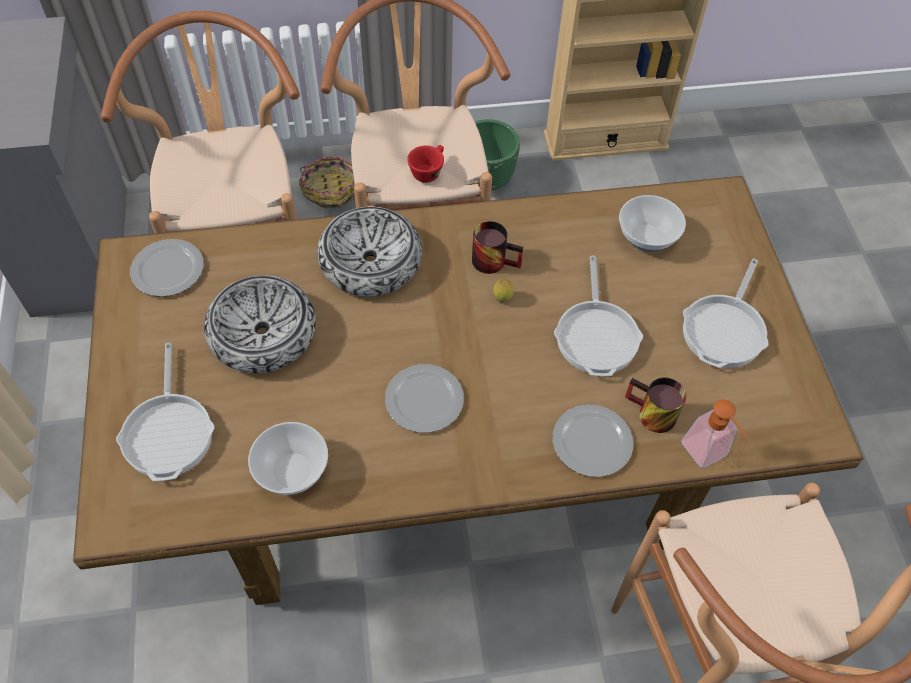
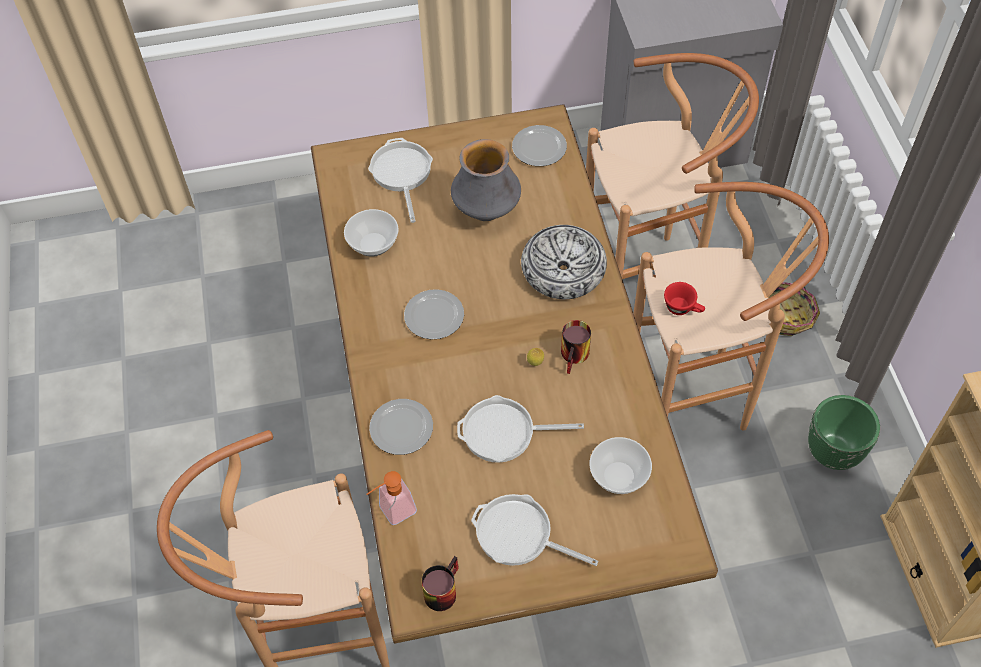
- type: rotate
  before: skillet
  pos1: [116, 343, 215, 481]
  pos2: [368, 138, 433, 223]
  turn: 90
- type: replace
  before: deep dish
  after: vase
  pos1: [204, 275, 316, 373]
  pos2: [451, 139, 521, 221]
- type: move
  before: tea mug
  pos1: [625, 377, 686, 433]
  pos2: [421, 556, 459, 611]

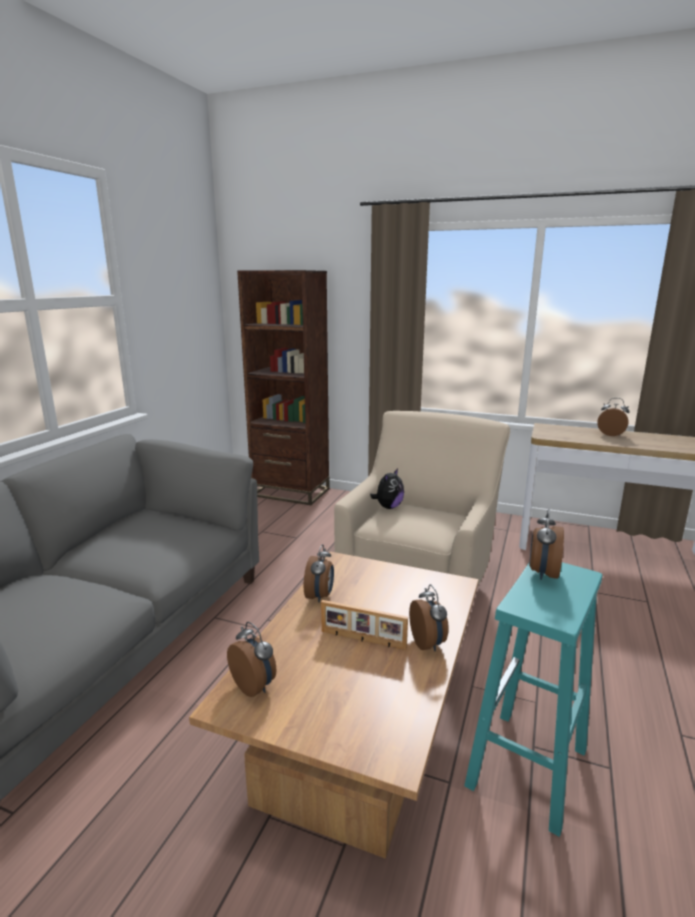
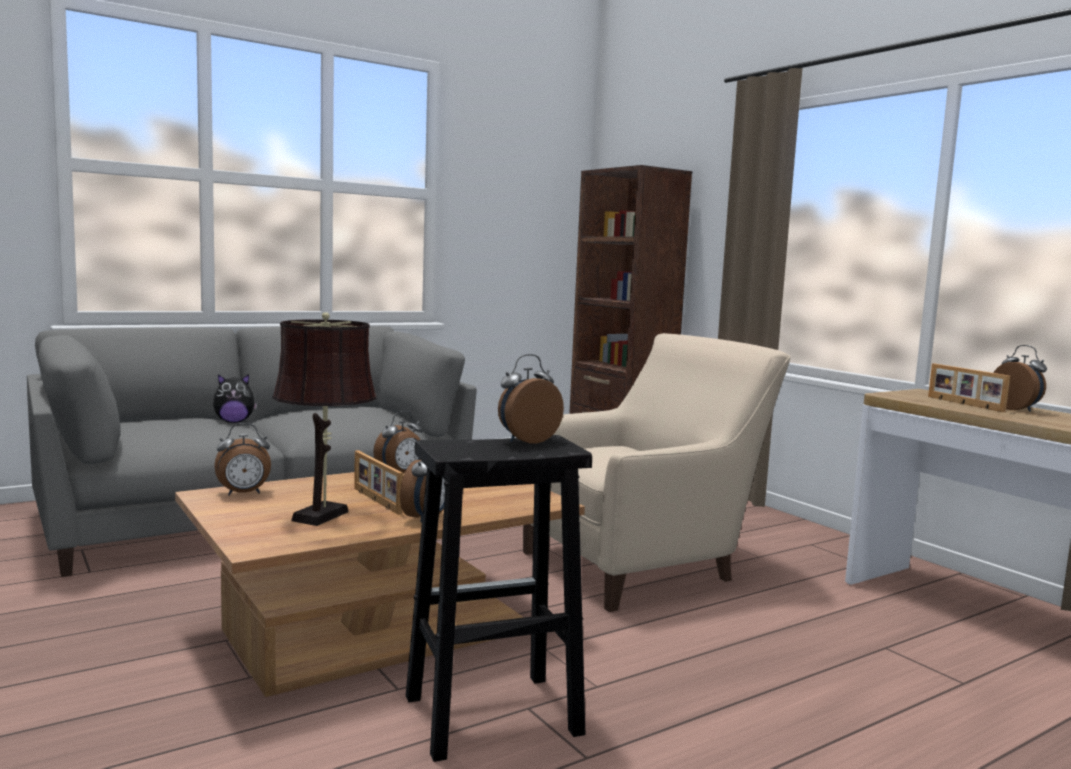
- type: rotate
  before: bedside clock
  pos1: [227, 622, 276, 697]
  pos2: [214, 423, 271, 496]
  turn: 75
- type: move
  before: soft toy
  pos1: [370, 468, 404, 509]
  pos2: [213, 374, 258, 423]
- type: recolor
  before: stool seat/turquoise-coloured
  after: stool seat/black-coloured
  pos1: [464, 562, 602, 837]
  pos2: [406, 435, 592, 762]
- type: insert
  after: lamp for a table/brownish
  pos2: [272, 312, 376, 526]
- type: insert
  after: standing frame
  pos2: [928, 363, 1010, 412]

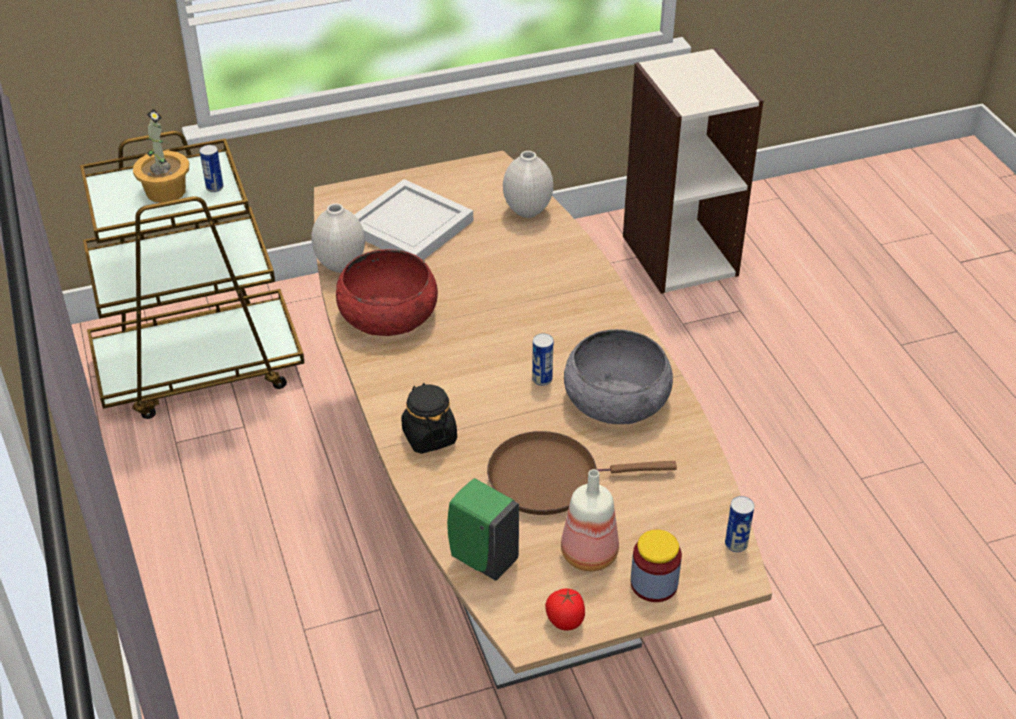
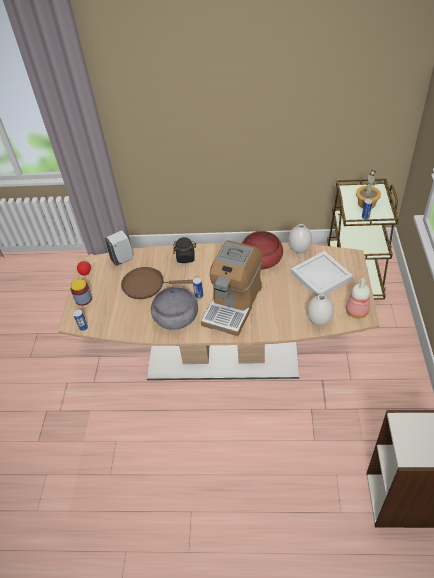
- type: recolor
  before: liquid soap bottle/green-coloured
  after: liquid soap bottle/white
  pos1: [447, 478, 519, 581]
  pos2: [104, 230, 133, 266]
- type: rotate
  before: skillet/brownish
  pos1: [487, 431, 677, 515]
  pos2: [121, 267, 193, 299]
  turn: -105
- type: move
  before: bottle
  pos1: [561, 469, 619, 571]
  pos2: [346, 278, 370, 319]
- type: insert
  after: coffee brewer
  pos2: [201, 240, 262, 336]

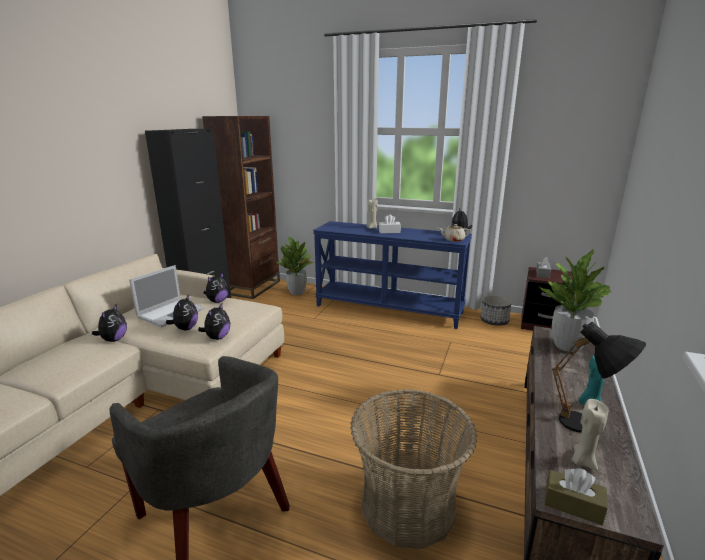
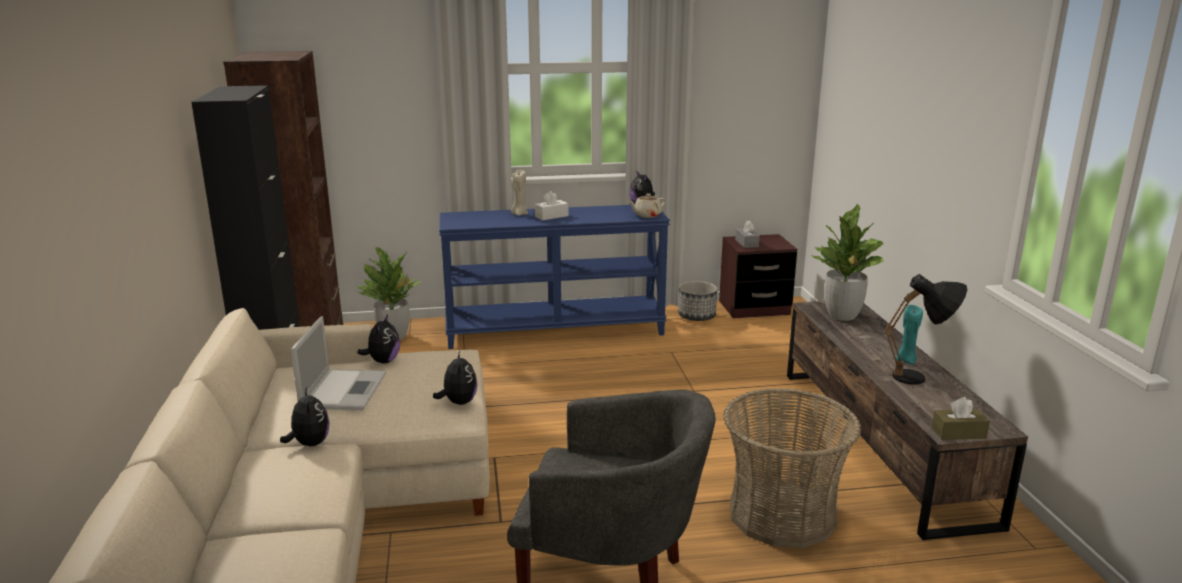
- type: delete
  before: soft toy
  pos1: [166, 294, 198, 330]
- type: delete
  before: wax light/beige
  pos1: [572, 399, 608, 471]

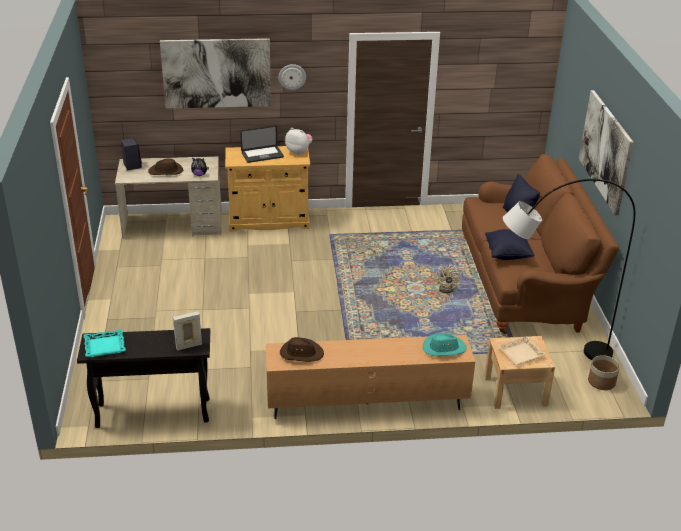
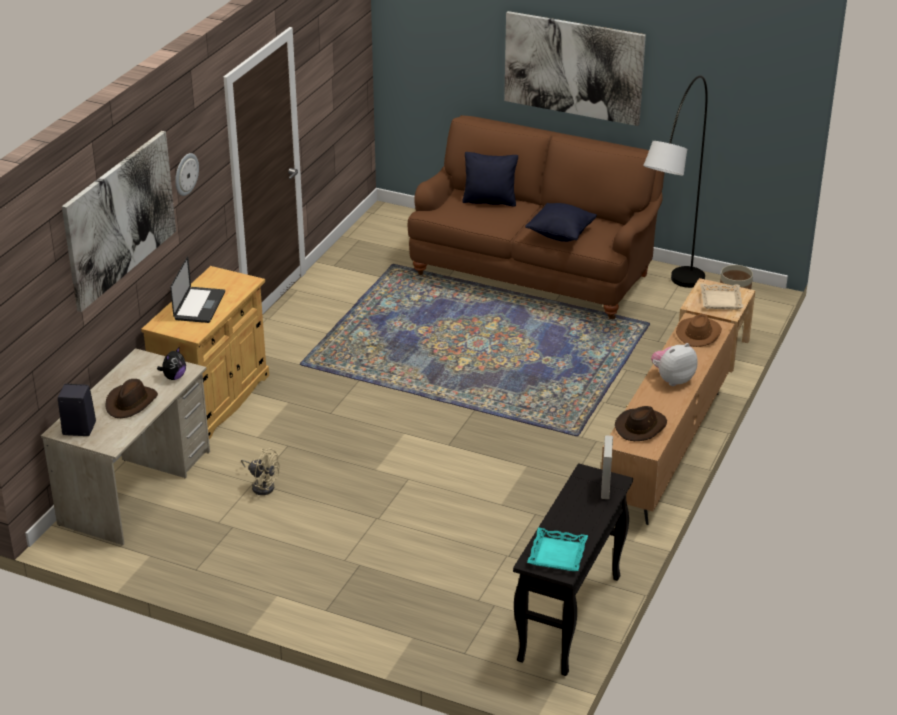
- type: move
  before: soft toy
  pos1: [285, 128, 313, 155]
  pos2: [651, 343, 697, 386]
- type: recolor
  before: hat/turquoise-coloured
  after: hat/brownish
  pos1: [423, 333, 467, 356]
  pos2: [676, 314, 722, 347]
- type: move
  before: fan/beige
  pos1: [435, 264, 462, 293]
  pos2: [241, 448, 280, 495]

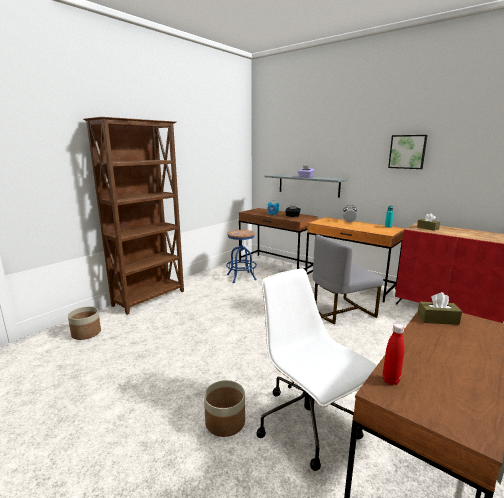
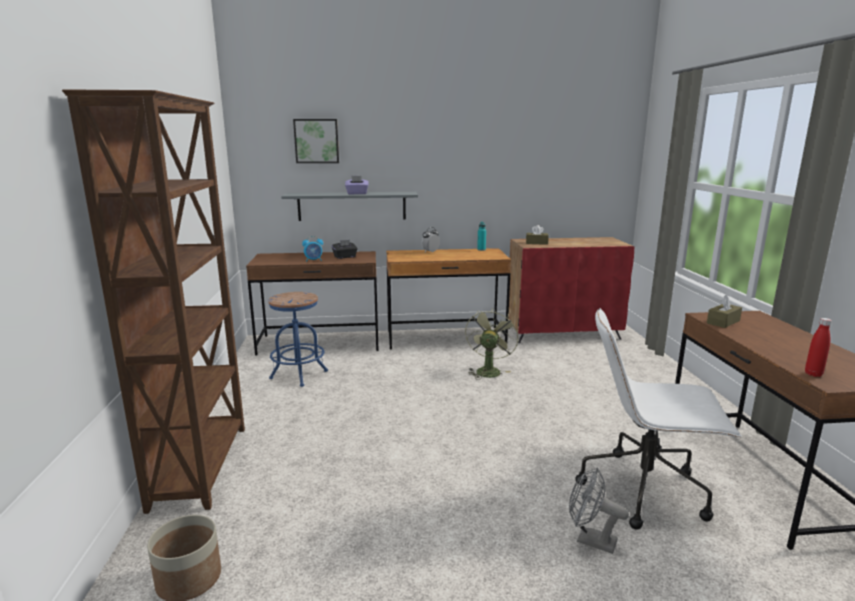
- type: replace
  before: plant pot
  after: fan/greyish
  pos1: [204, 380, 245, 437]
  pos2: [569, 467, 629, 554]
- type: replace
  before: upright chair/greyish
  after: fan/green-coloured
  pos1: [313, 234, 383, 324]
  pos2: [465, 308, 518, 380]
- type: move
  before: wall picture
  pos1: [388, 135, 427, 169]
  pos2: [293, 119, 339, 163]

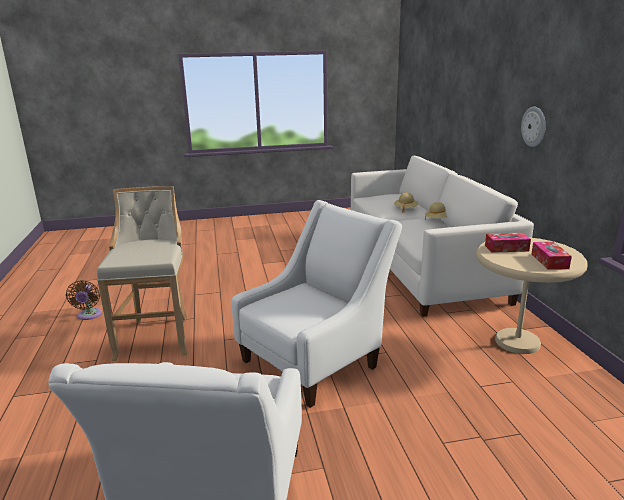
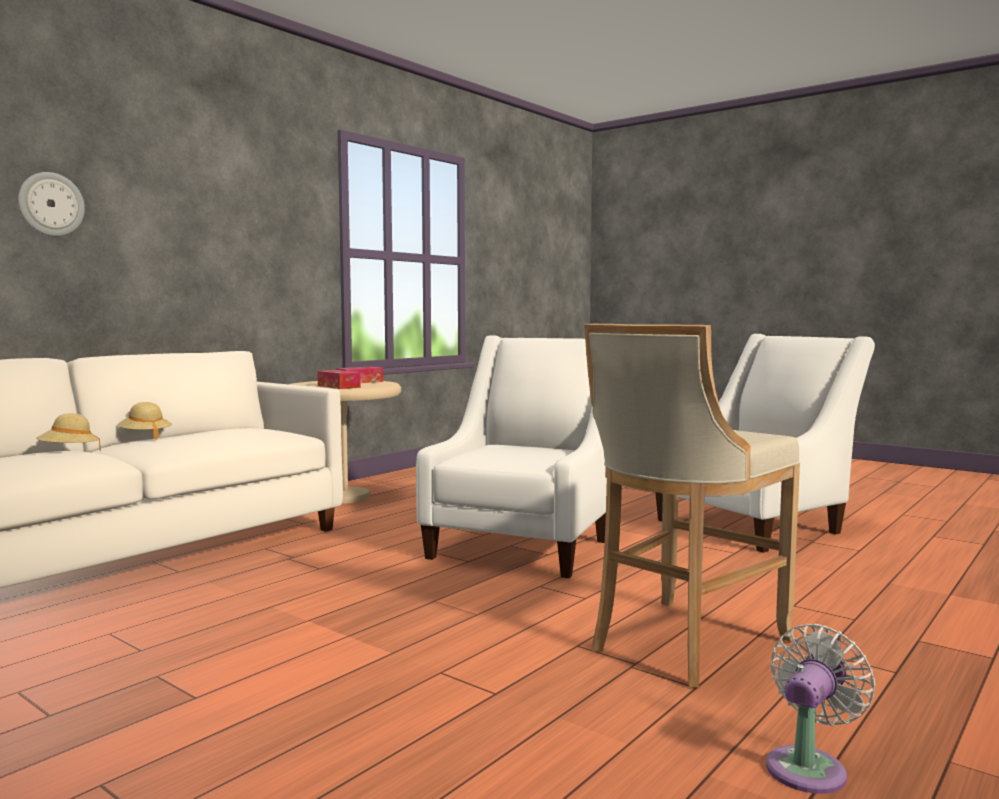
- type: recolor
  before: fan/brownish
  after: fan/white
  pos1: [66, 280, 102, 320]
  pos2: [766, 624, 875, 794]
- type: rotate
  before: armchair/white
  pos1: [232, 200, 402, 408]
  pos2: [416, 336, 607, 578]
  turn: 105
- type: move
  before: hanging clock
  pos1: [521, 107, 546, 147]
  pos2: [18, 172, 85, 236]

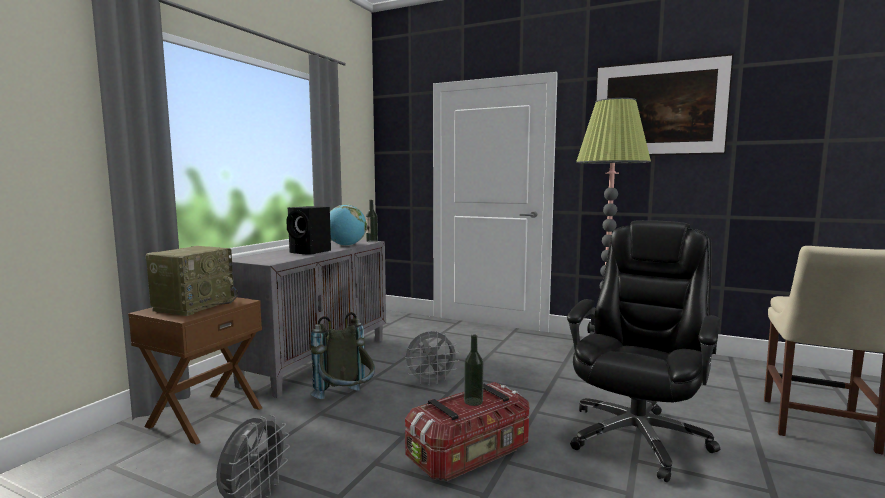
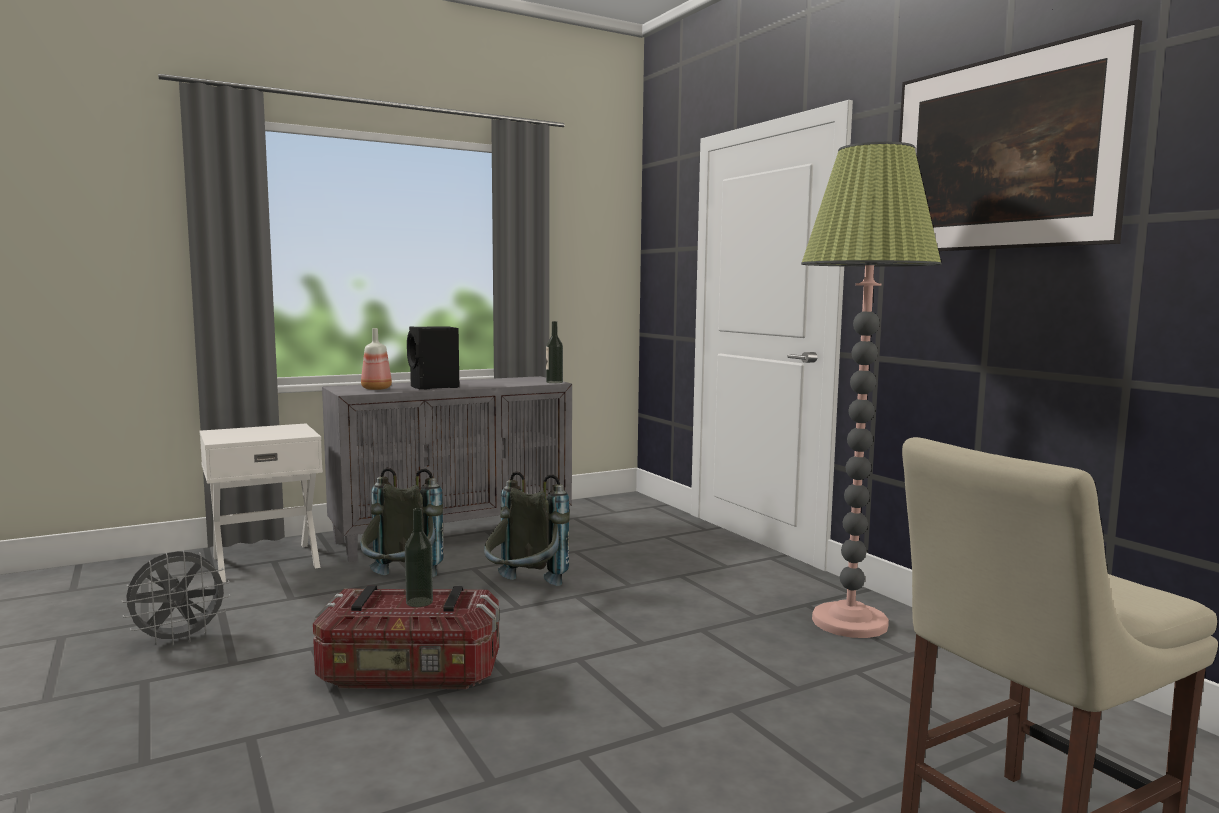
- type: recolor
  before: bedside table/brownish
  after: bedside table/white
  pos1: [128, 297, 262, 445]
  pos2: [200, 423, 323, 582]
- type: delete
  before: radio set
  pos1: [146, 246, 238, 316]
- type: delete
  before: world globe
  pos1: [330, 205, 367, 246]
- type: replace
  before: fan/greyish
  after: backpack/greyish
  pos1: [405, 331, 459, 386]
  pos2: [484, 471, 570, 586]
- type: delete
  before: computer chair/black-coloured
  pos1: [567, 220, 720, 482]
- type: insert
  after: bottle
  pos2: [361, 328, 392, 390]

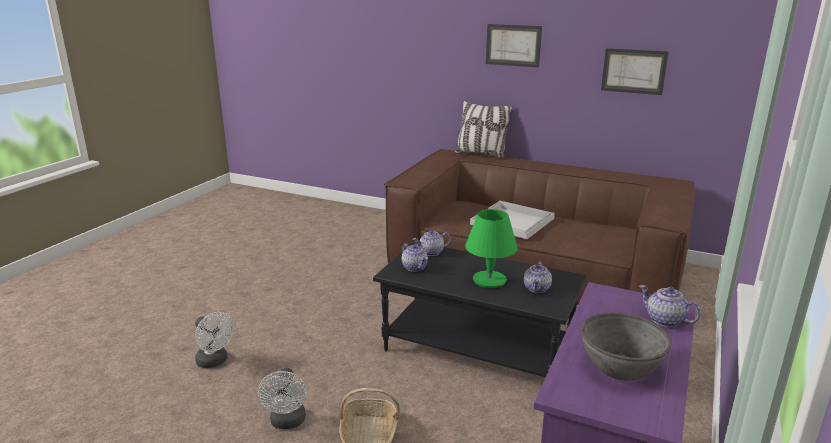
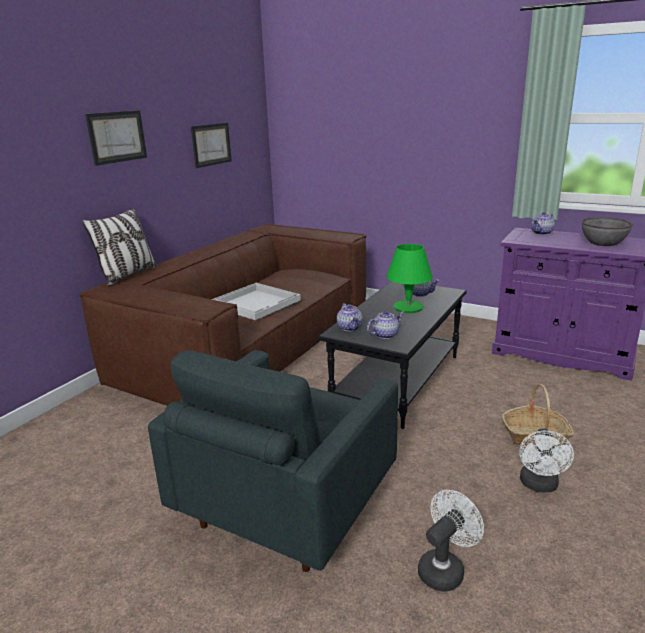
- type: rotate
  before: fan/white
  pos1: [258, 368, 307, 429]
  pos2: [519, 429, 574, 493]
  turn: 105
- type: insert
  after: armchair/greyish
  pos2: [148, 350, 398, 572]

